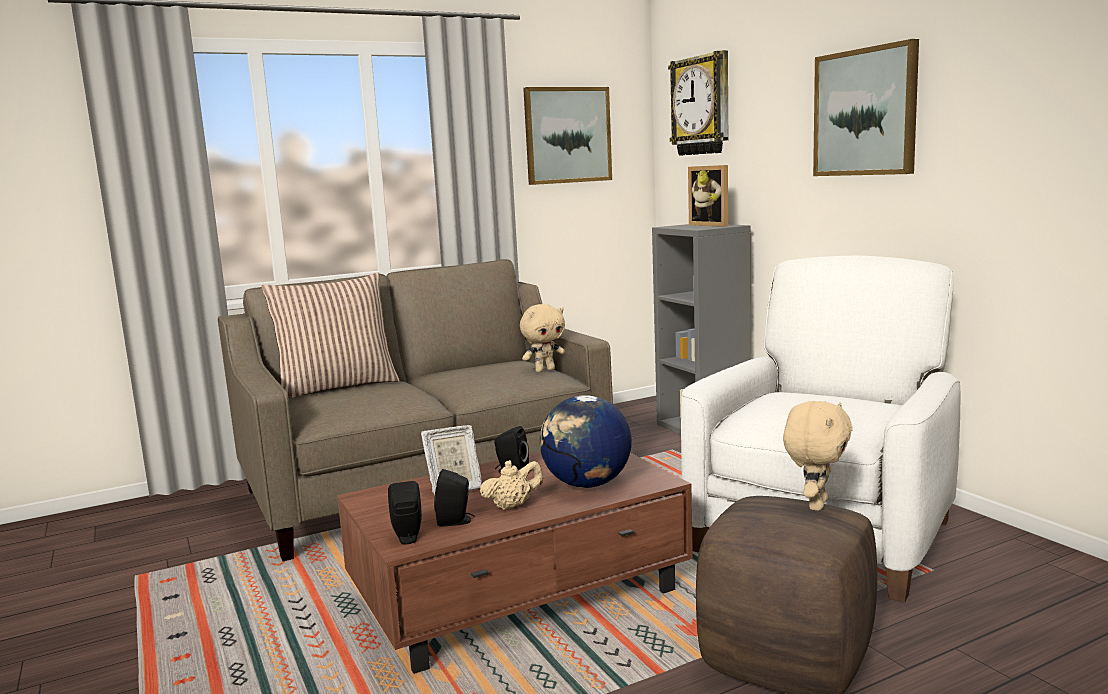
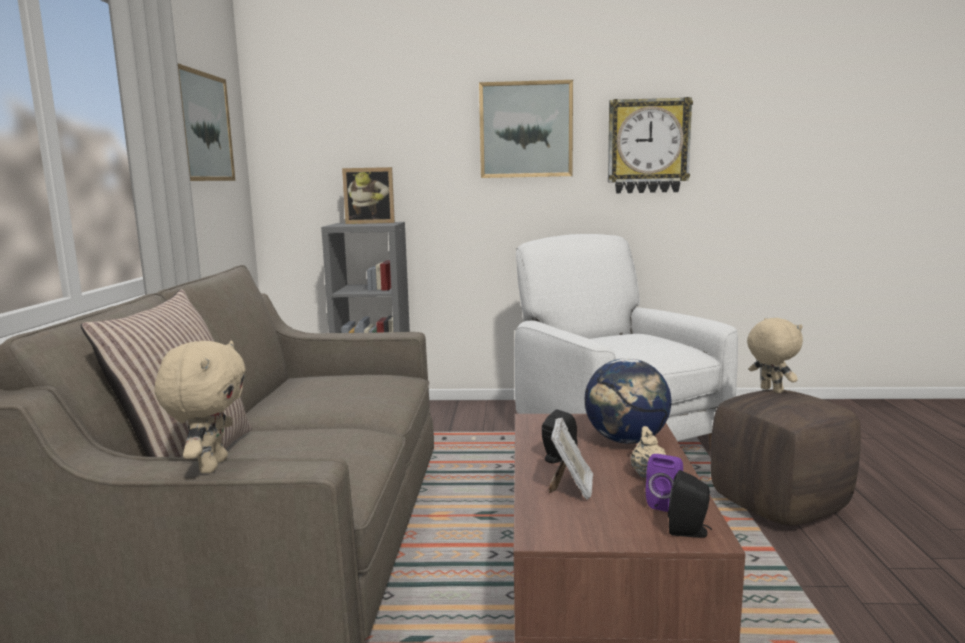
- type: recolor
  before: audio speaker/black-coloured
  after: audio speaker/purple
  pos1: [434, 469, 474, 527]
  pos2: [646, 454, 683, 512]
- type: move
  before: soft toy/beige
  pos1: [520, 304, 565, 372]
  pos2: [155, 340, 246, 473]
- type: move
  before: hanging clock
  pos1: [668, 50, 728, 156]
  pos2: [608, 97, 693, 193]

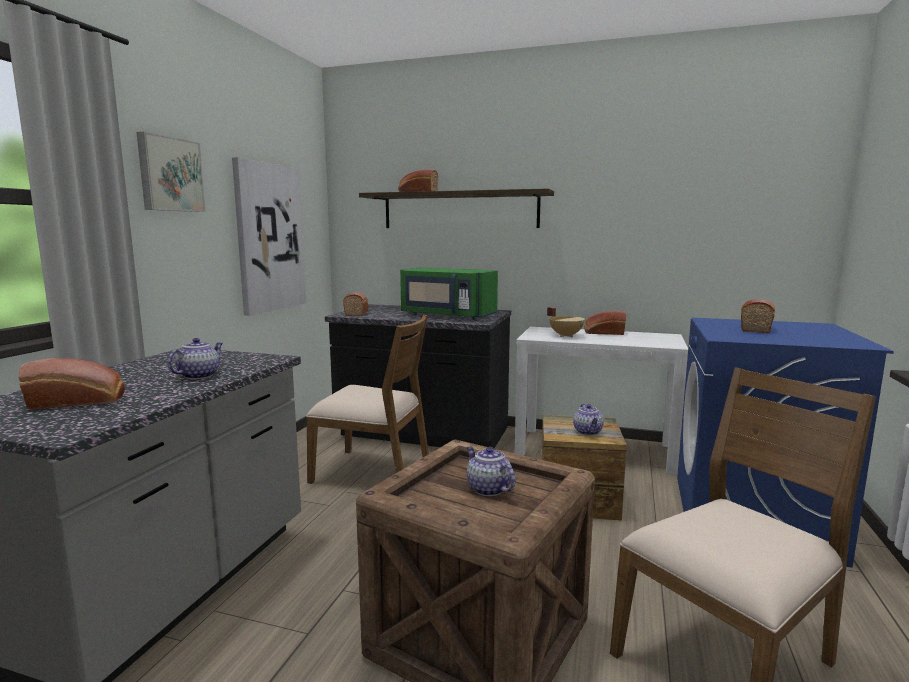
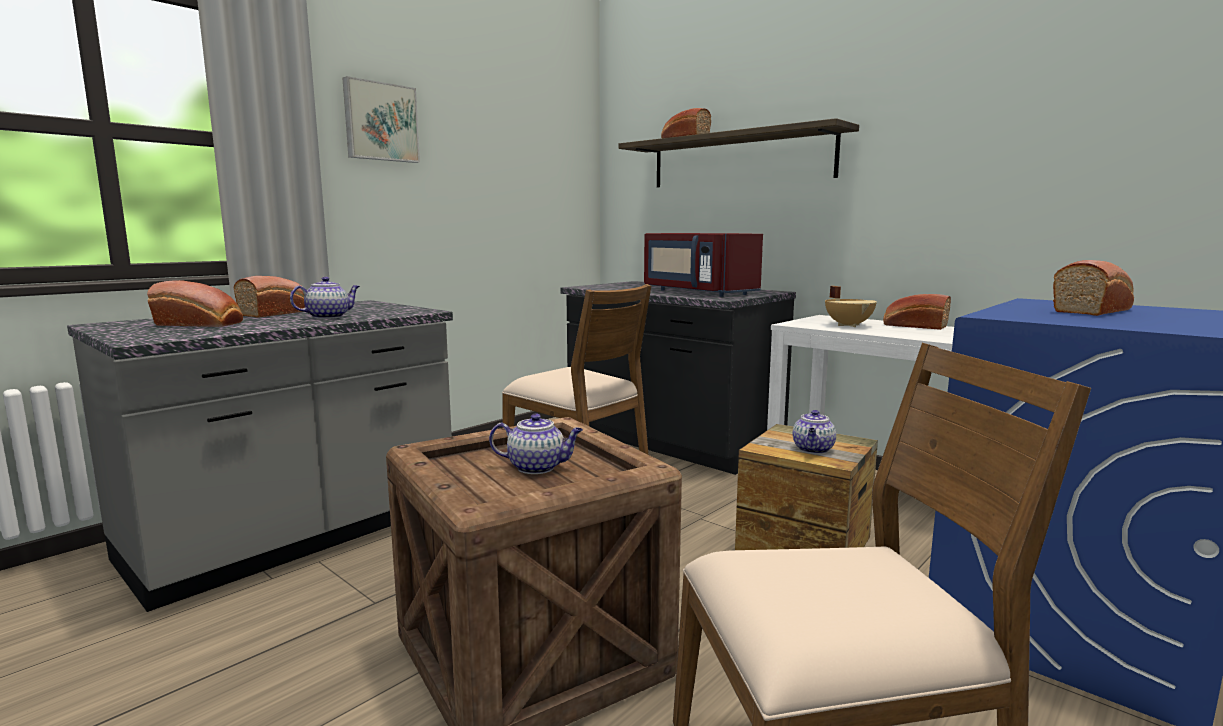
- type: delete
  before: wall picture
  pos1: [232, 157, 306, 316]
- type: move
  before: bread
  pos1: [343, 292, 369, 316]
  pos2: [234, 276, 305, 318]
- type: recolor
  before: microwave oven/green-coloured
  after: microwave oven/red
  pos1: [400, 268, 498, 320]
  pos2: [644, 233, 763, 297]
- type: rotate
  before: teapot
  pos1: [466, 446, 516, 496]
  pos2: [489, 413, 583, 474]
  turn: 105

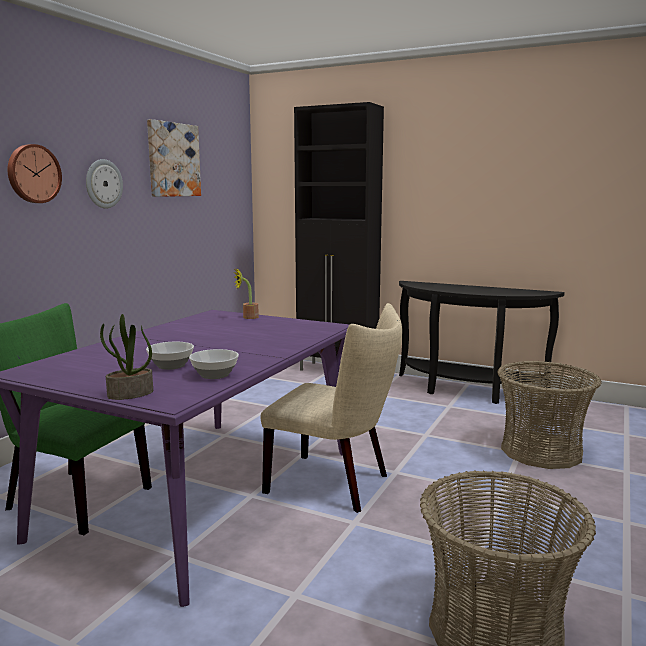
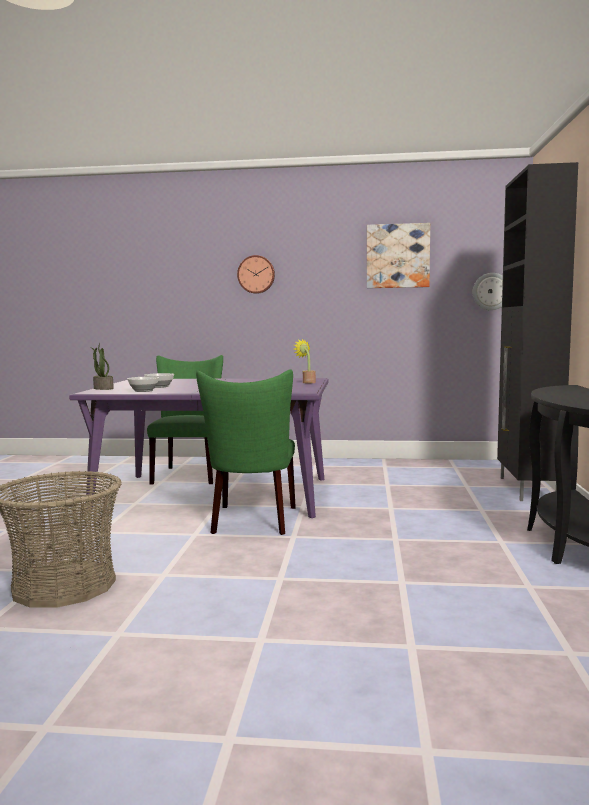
- type: move
  before: hanging clock
  pos1: [86, 159, 123, 209]
  pos2: [473, 273, 503, 310]
- type: recolor
  before: upright chair/beige
  after: upright chair/green-coloured
  pos1: [261, 303, 402, 513]
  pos2: [196, 369, 296, 535]
- type: delete
  before: basket
  pos1: [497, 361, 602, 469]

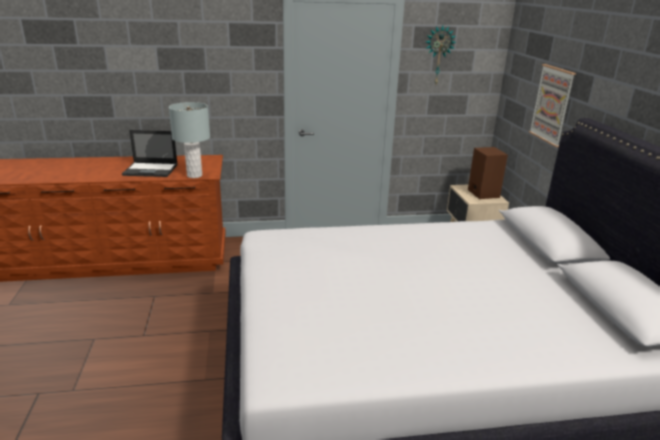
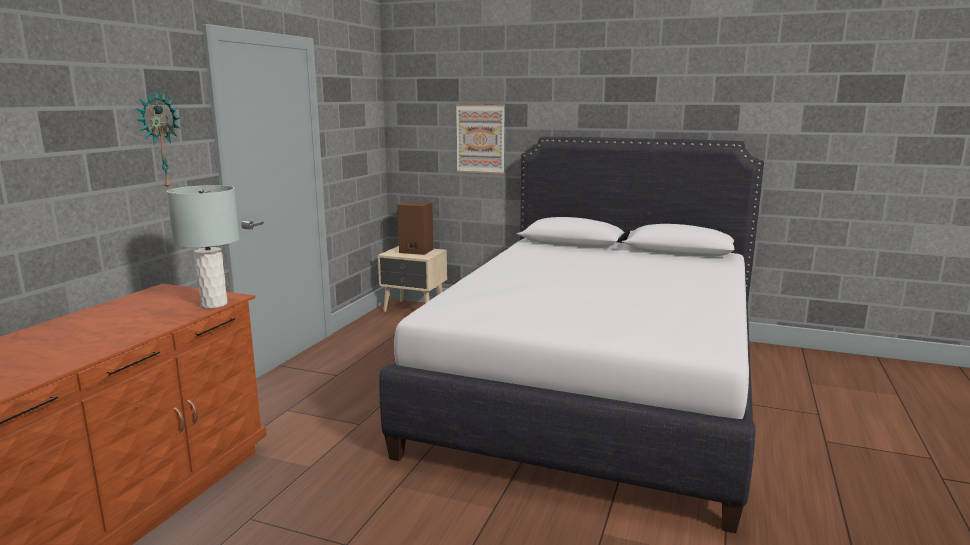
- type: delete
  before: portable computer
  pos1: [122, 130, 178, 177]
- type: move
  before: hanging clock
  pos1: [426, 26, 456, 84]
  pos2: [136, 90, 180, 190]

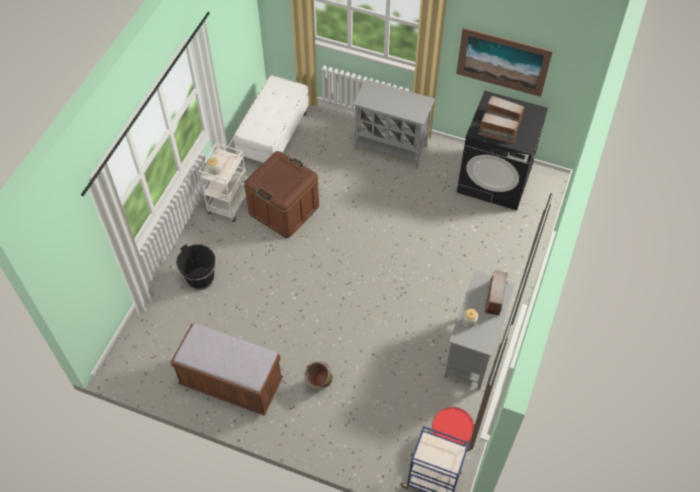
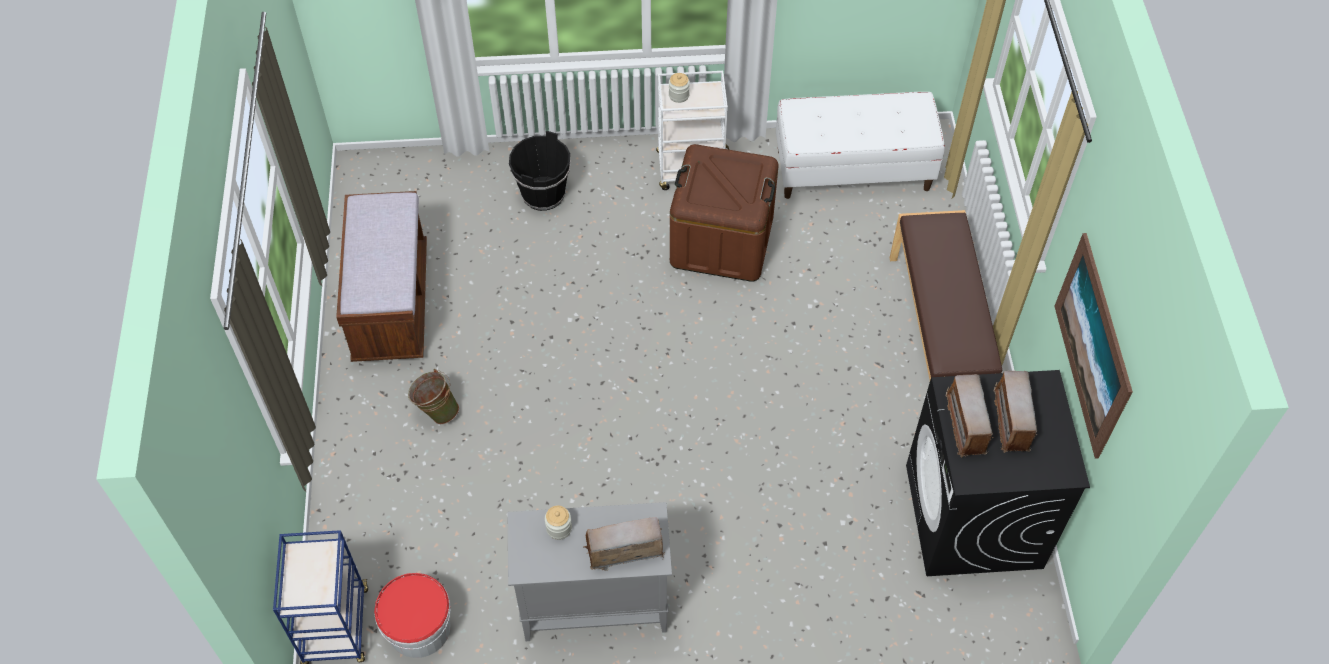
- type: replace
  before: cabinet/greyish
  after: indoor bench/brownish
  pos1: [353, 79, 435, 169]
  pos2: [890, 210, 1002, 380]

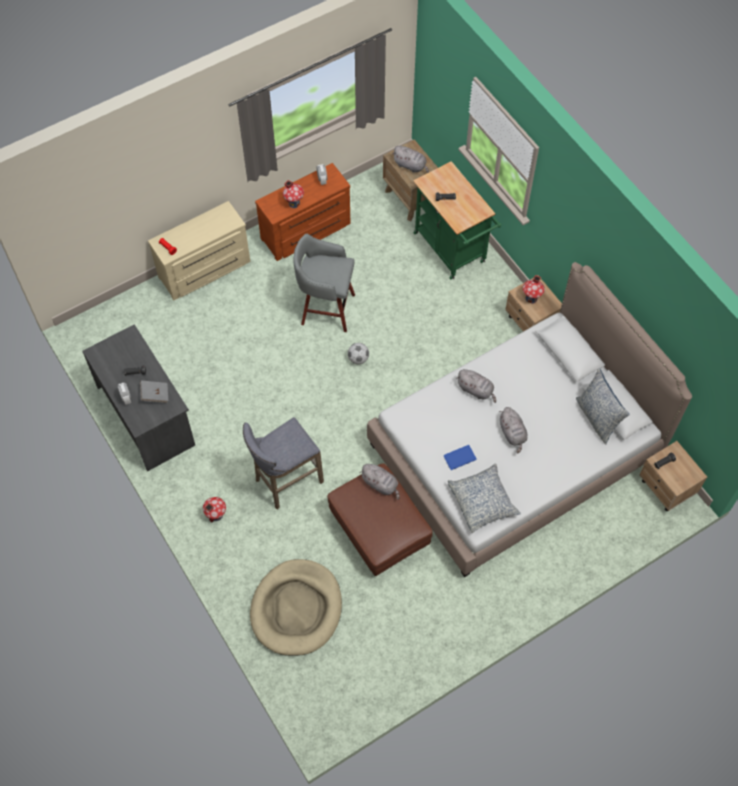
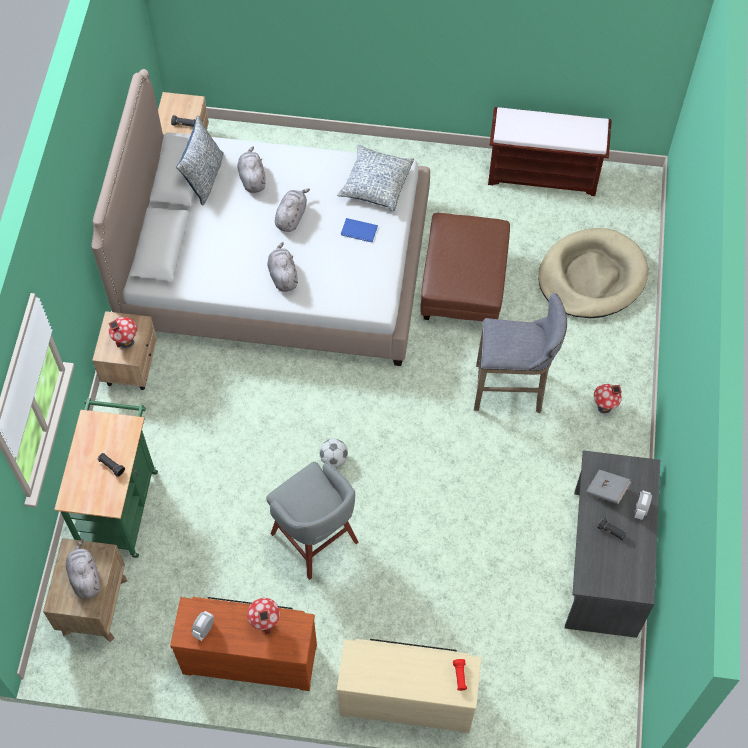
- type: move
  before: soft toy/greyish
  pos1: [360, 464, 400, 500]
  pos2: [238, 147, 266, 193]
- type: insert
  after: indoor bench/brownish
  pos2: [488, 107, 612, 196]

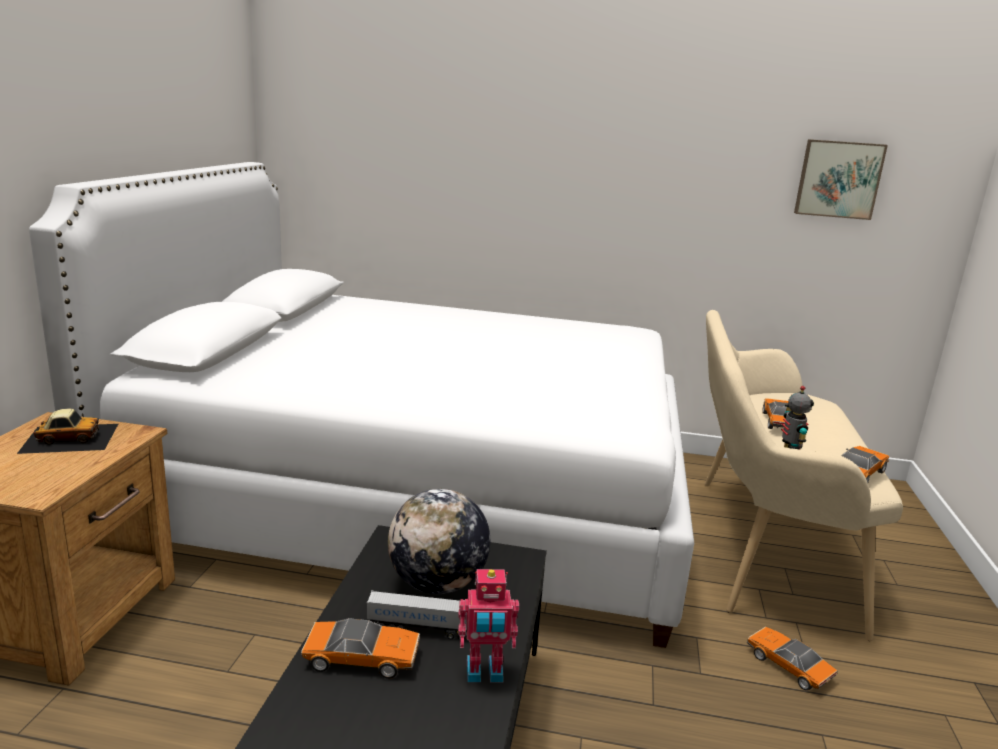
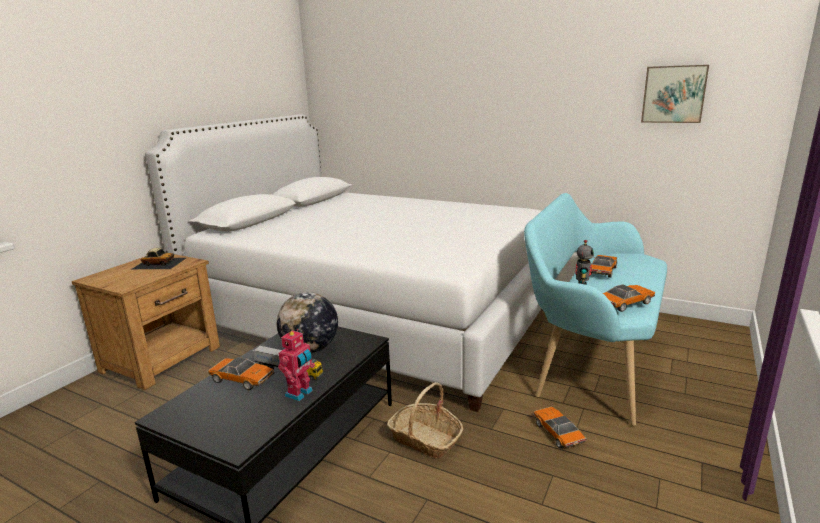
- type: rotate
  before: robot figure
  pos1: [458, 569, 519, 682]
  pos2: [278, 329, 315, 401]
  turn: -75
- type: recolor
  before: indoor bench/beige
  after: indoor bench/turquoise-coloured
  pos1: [705, 310, 903, 641]
  pos2: [524, 193, 667, 426]
- type: insert
  after: basket
  pos2: [387, 382, 463, 459]

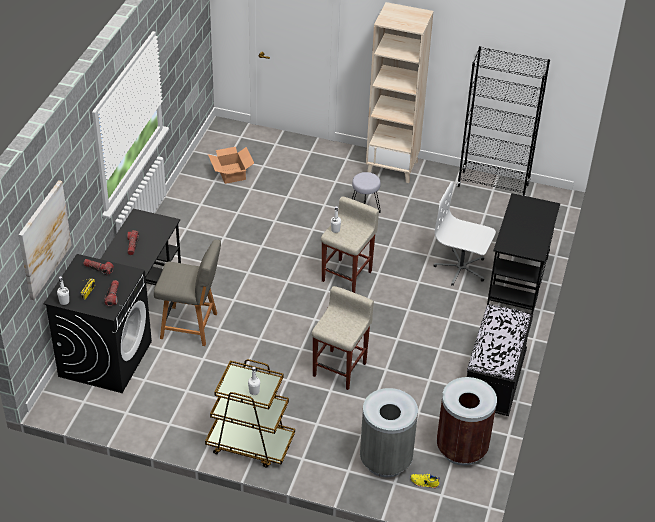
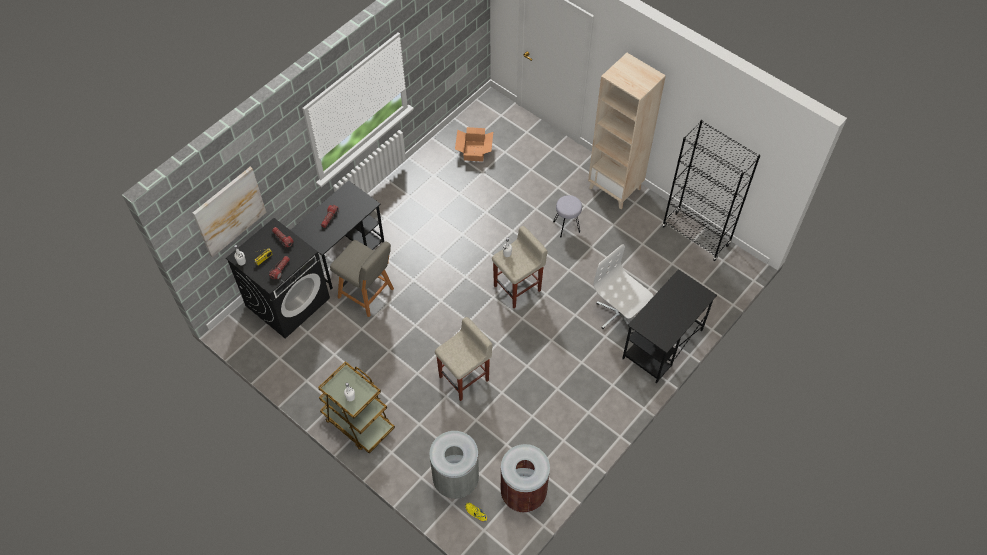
- type: delete
  before: indoor bench/black-coloured
  pos1: [467, 304, 533, 416]

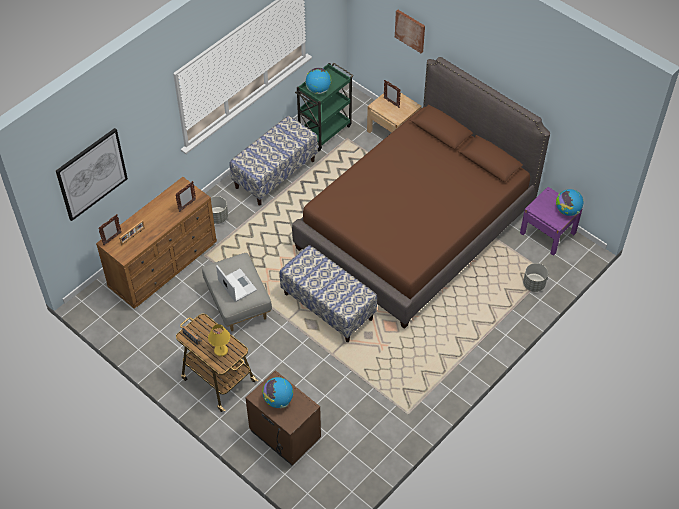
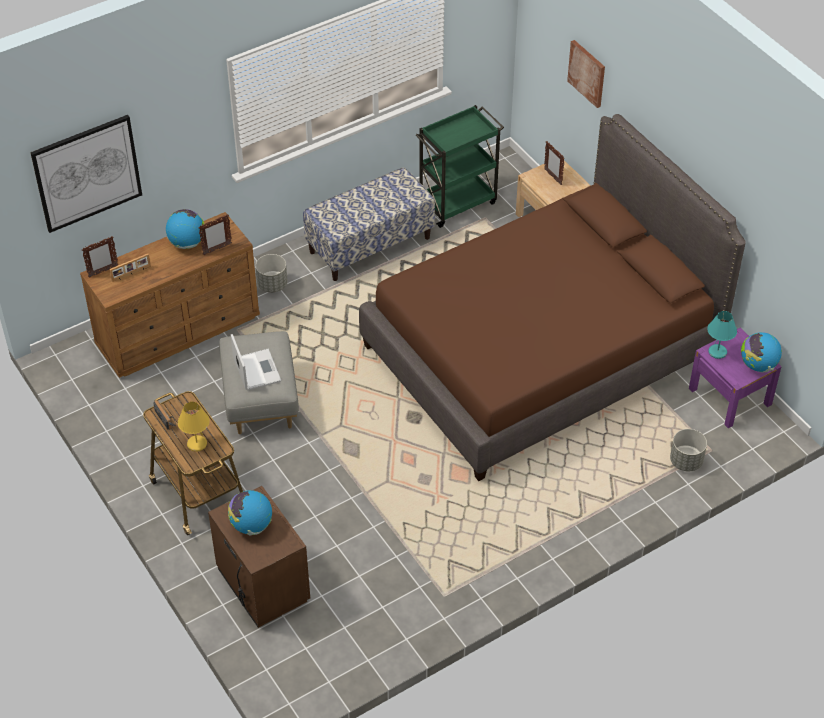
- type: delete
  before: indoor bench
  pos1: [280, 245, 377, 342]
- type: move
  before: world globe
  pos1: [306, 68, 332, 94]
  pos2: [166, 209, 204, 249]
- type: insert
  after: lamp for a table/turquoise-coloured
  pos2: [707, 311, 737, 359]

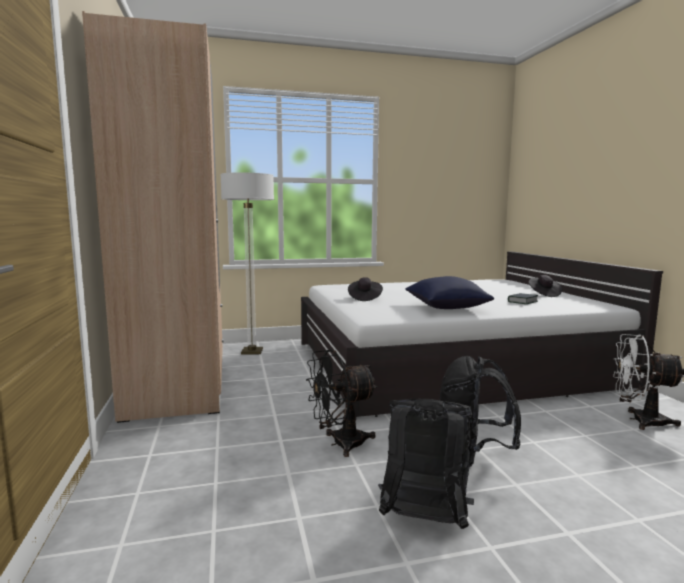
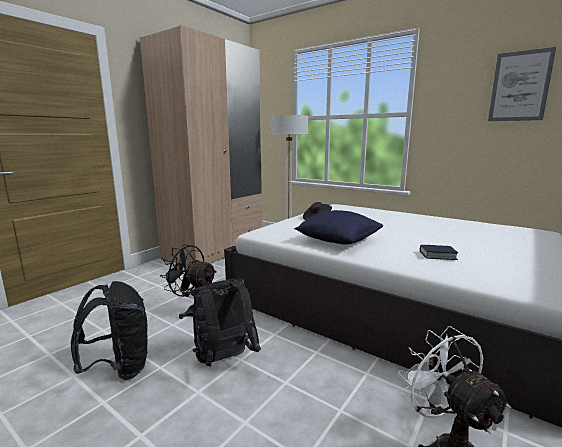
- type: delete
  before: hat/black-coloured
  pos1: [529, 275, 562, 297]
- type: insert
  after: wall picture
  pos2: [488, 47, 556, 121]

